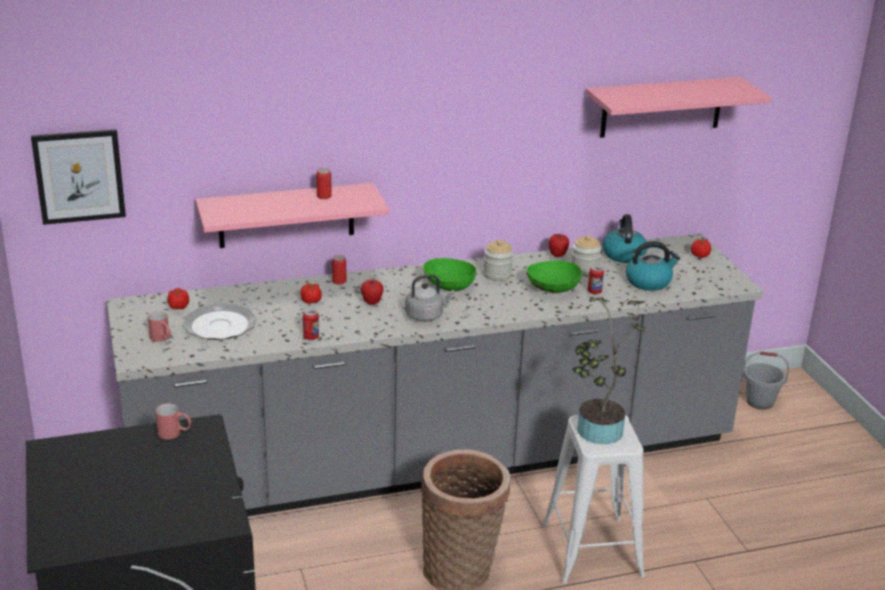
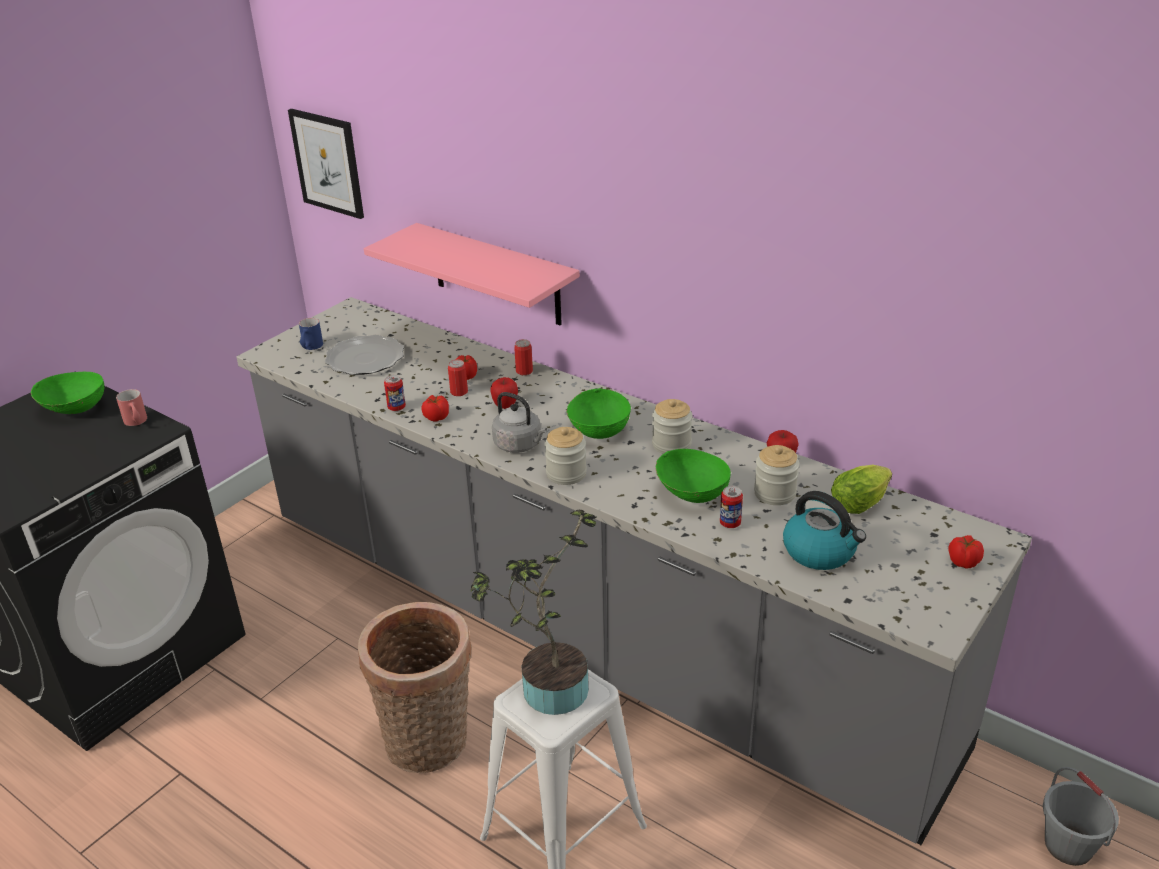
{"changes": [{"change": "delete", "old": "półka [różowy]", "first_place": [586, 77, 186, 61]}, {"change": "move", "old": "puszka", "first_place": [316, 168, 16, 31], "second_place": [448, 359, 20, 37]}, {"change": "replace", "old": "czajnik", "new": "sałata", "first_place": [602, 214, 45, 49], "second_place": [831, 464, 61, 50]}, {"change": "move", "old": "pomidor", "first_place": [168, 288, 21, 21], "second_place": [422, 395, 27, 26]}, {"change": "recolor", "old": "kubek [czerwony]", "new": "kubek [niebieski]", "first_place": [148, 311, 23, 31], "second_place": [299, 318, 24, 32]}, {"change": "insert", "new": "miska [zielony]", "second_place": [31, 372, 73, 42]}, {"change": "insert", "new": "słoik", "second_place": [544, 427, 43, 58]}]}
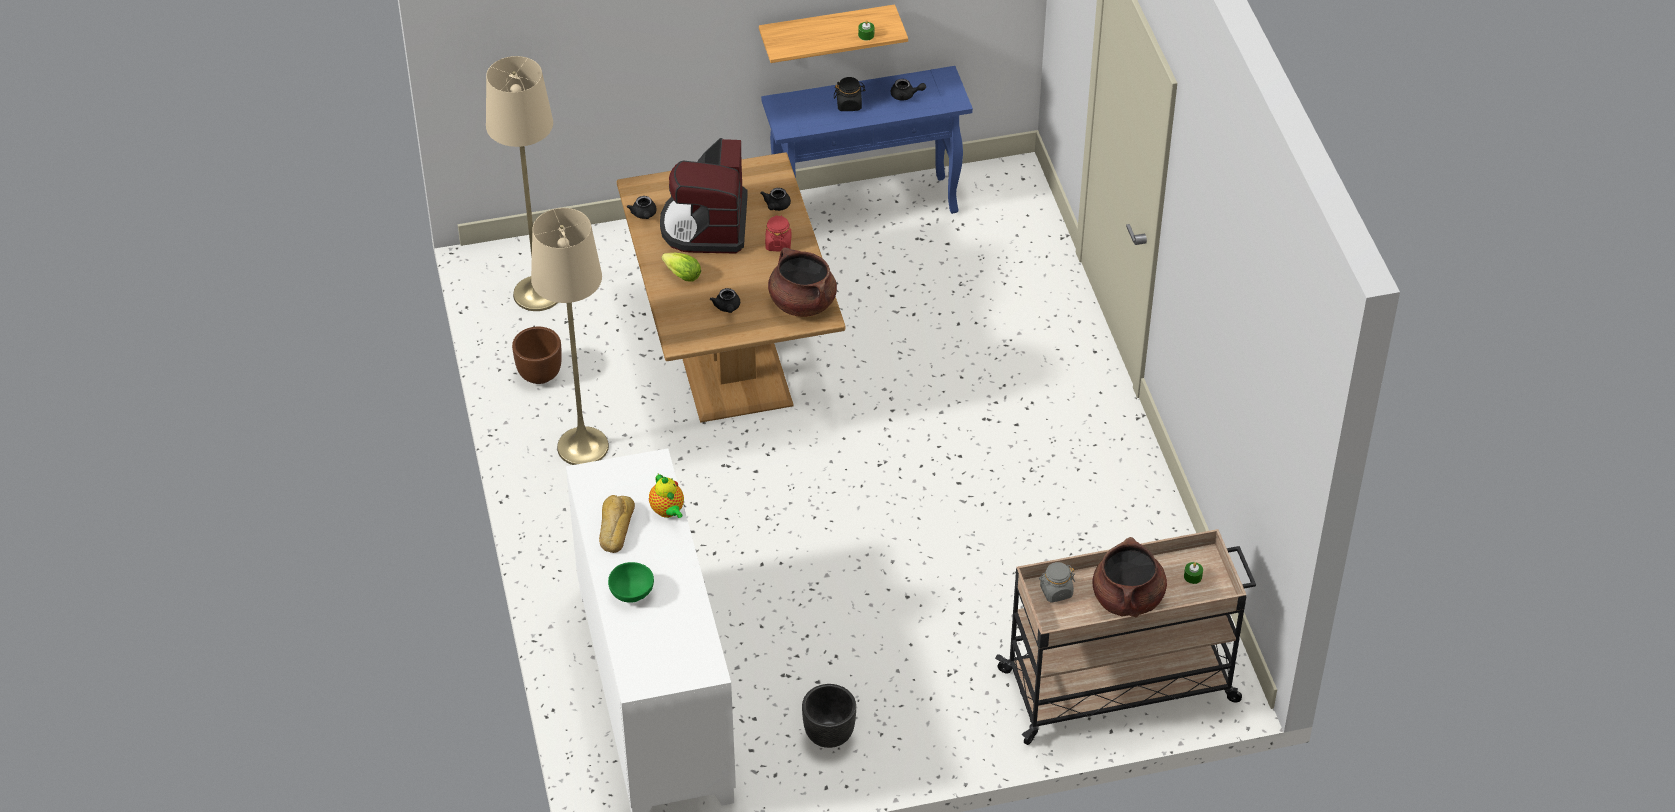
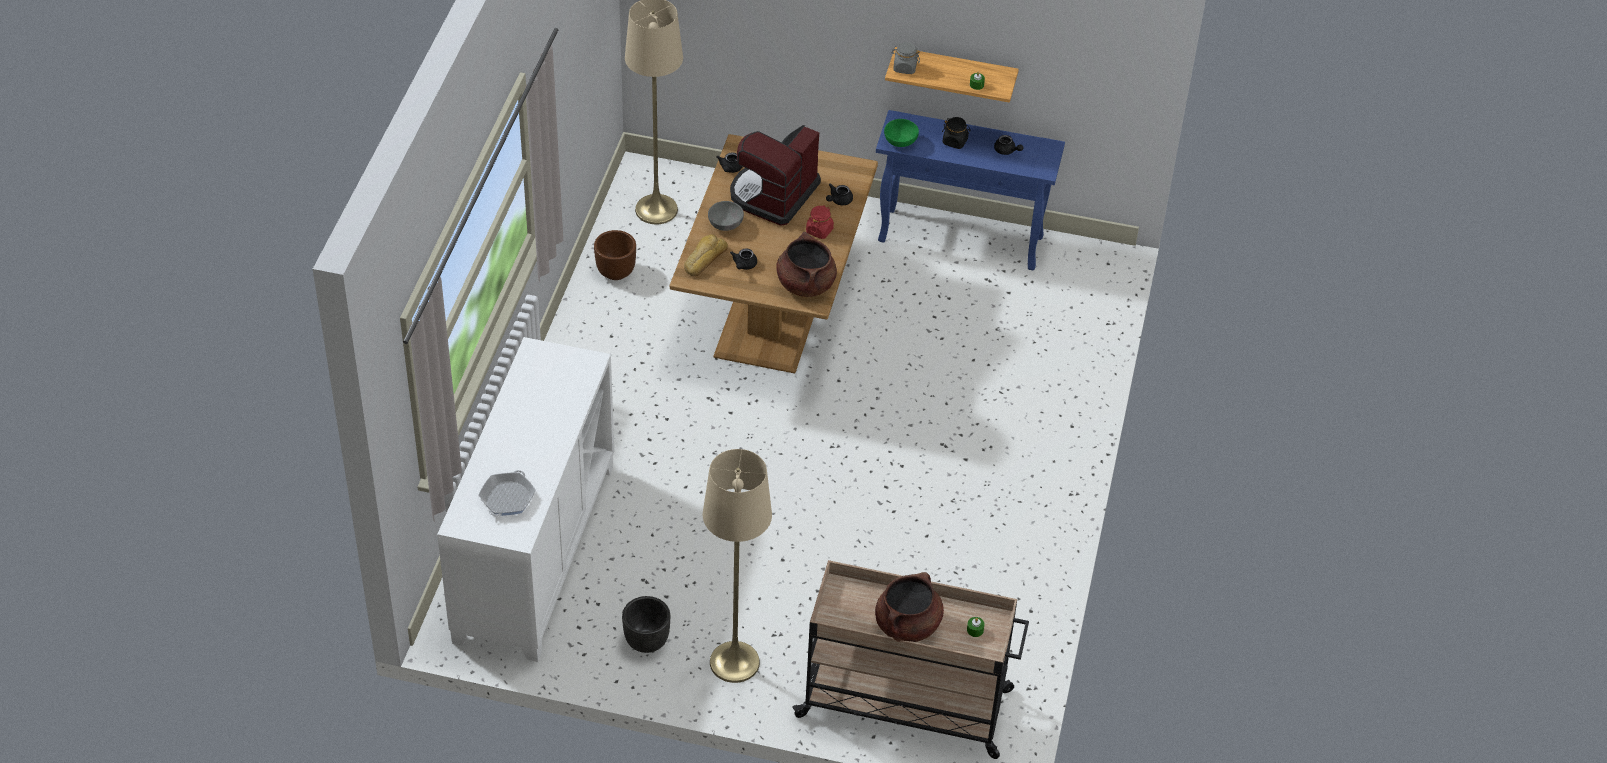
{"changes": [{"change": "move", "old": "lampa stojąca [beżowy]", "first_place": [531, 208, 78, 257], "second_place": [703, 449, 69, 234]}, {"change": "replace", "old": "sałata", "new": "miska [szary]", "first_place": [661, 253, 40, 28], "second_place": [708, 201, 36, 30]}, {"change": "delete", "old": "imbryk", "first_place": [649, 474, 35, 44]}, {"change": "move", "old": "chleb", "first_place": [599, 495, 36, 58], "second_place": [684, 234, 44, 42]}, {"change": "move", "old": "miska [zielony]", "first_place": [608, 562, 46, 41], "second_place": [884, 119, 35, 28]}, {"change": "move", "old": "słoik [szary]", "first_place": [1039, 562, 36, 41], "second_place": [892, 42, 28, 32]}, {"change": "insert", "new": "patelnia", "second_place": [478, 470, 58, 46]}]}
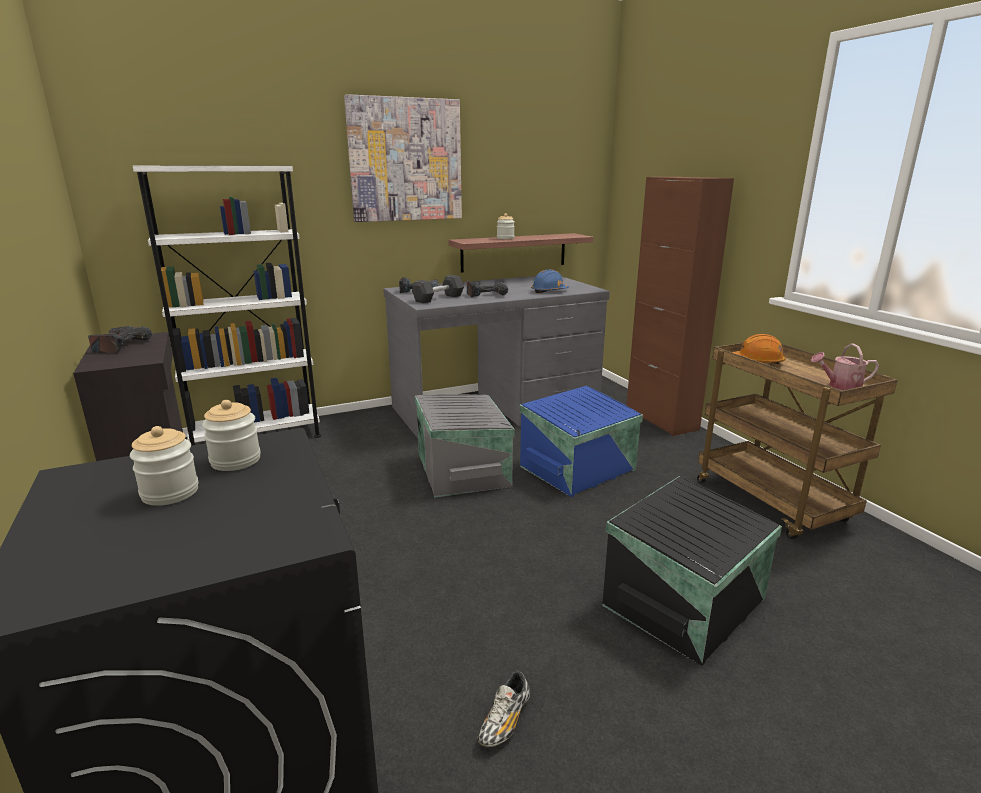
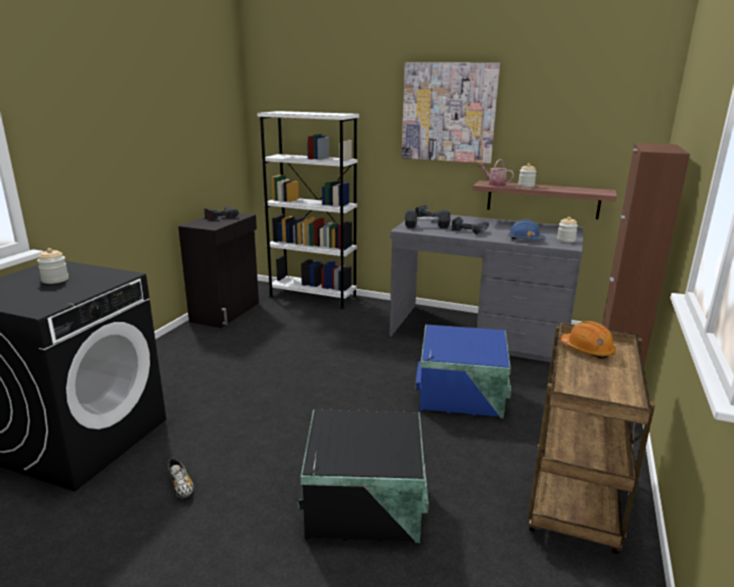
{"changes": [{"change": "move", "old": "konewka", "first_place": [811, 343, 68, 47], "second_place": [478, 159, 36, 27]}, {"change": "delete", "old": "pojemnik do przechowywania [szary]", "first_place": [415, 394, 100, 104]}, {"change": "move", "old": "słoik", "first_place": [202, 400, 59, 71], "second_place": [557, 217, 21, 26]}, {"change": "rotate", "old": "but", "first_place": [477, 671, 53, 76], "second_place": [168, 457, 26, 41], "degrees": -105}]}
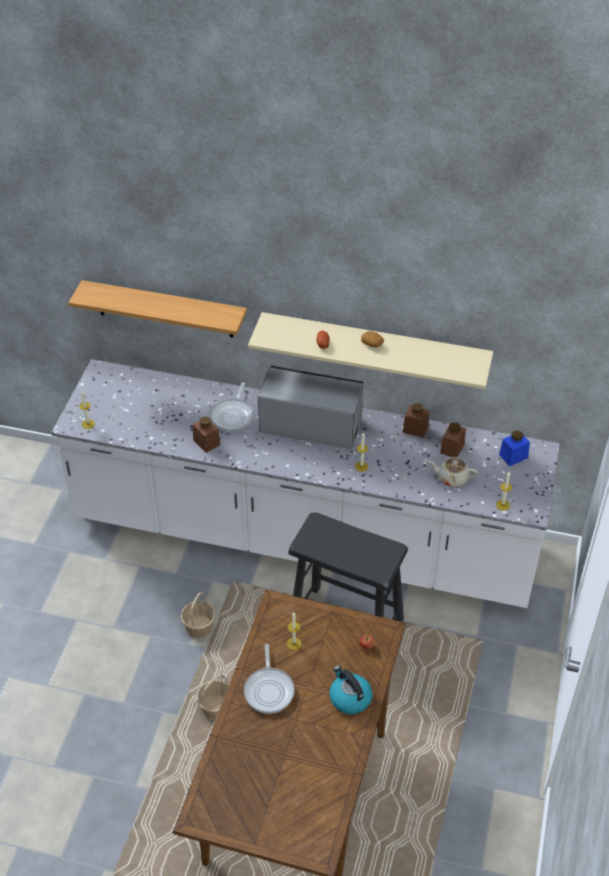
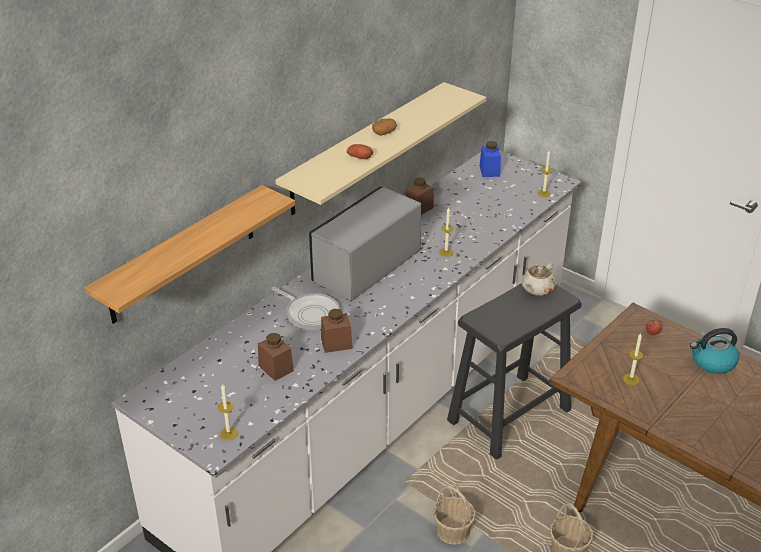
{"changes": [{"change": "move", "old": "słoik [brązowy]", "first_place": [440, 423, 26, 34], "second_place": [258, 333, 36, 48]}, {"change": "move", "old": "imbryk [beżowy]", "first_place": [428, 457, 50, 30], "second_place": [522, 263, 34, 33]}, {"change": "delete", "old": "patelnia", "first_place": [244, 644, 51, 70]}]}
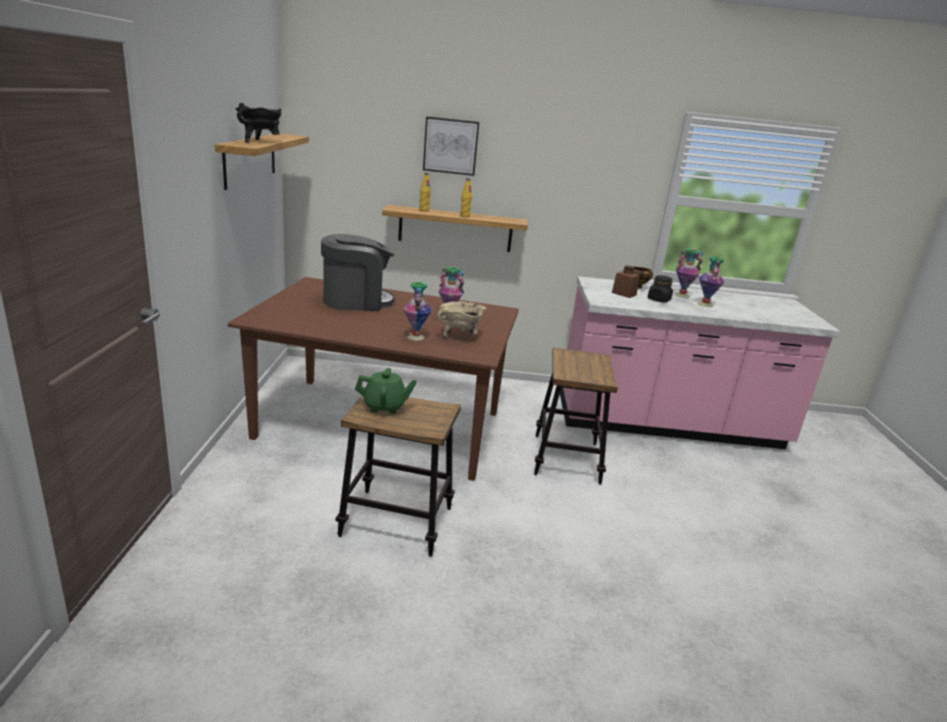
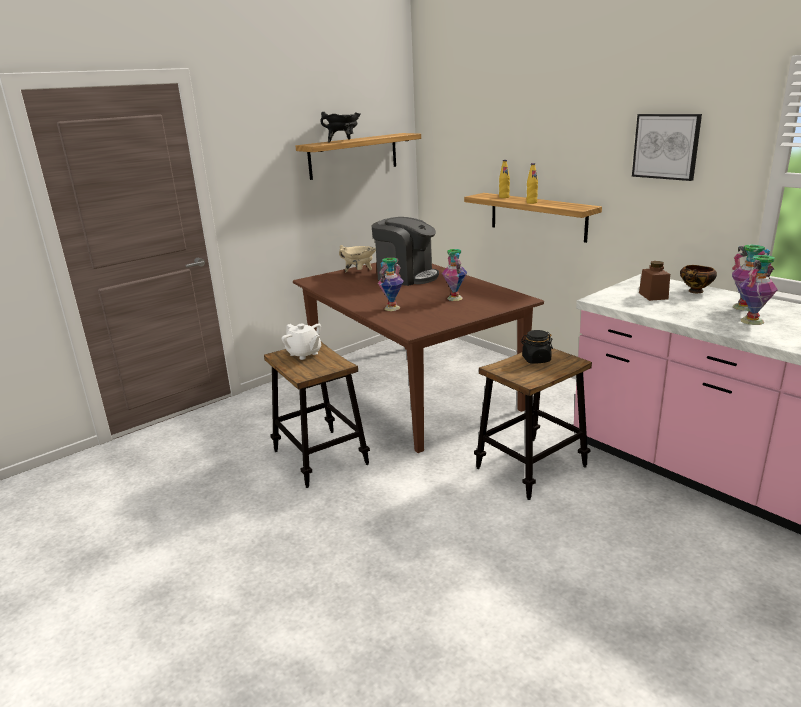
{"changes": [{"change": "move", "old": "obraz", "first_place": [423, 117, 56, 59], "second_place": [632, 114, 70, 67]}, {"change": "move", "old": "słoik [czarny]", "first_place": [648, 275, 25, 28], "second_place": [521, 330, 32, 34]}, {"change": "move", "old": "garnek [beżowy]", "first_place": [437, 301, 49, 38], "second_place": [339, 245, 37, 27]}, {"change": "recolor", "old": "imbryk [zielony]", "new": "imbryk [biały]", "first_place": [355, 368, 62, 46], "second_place": [282, 324, 39, 36]}]}
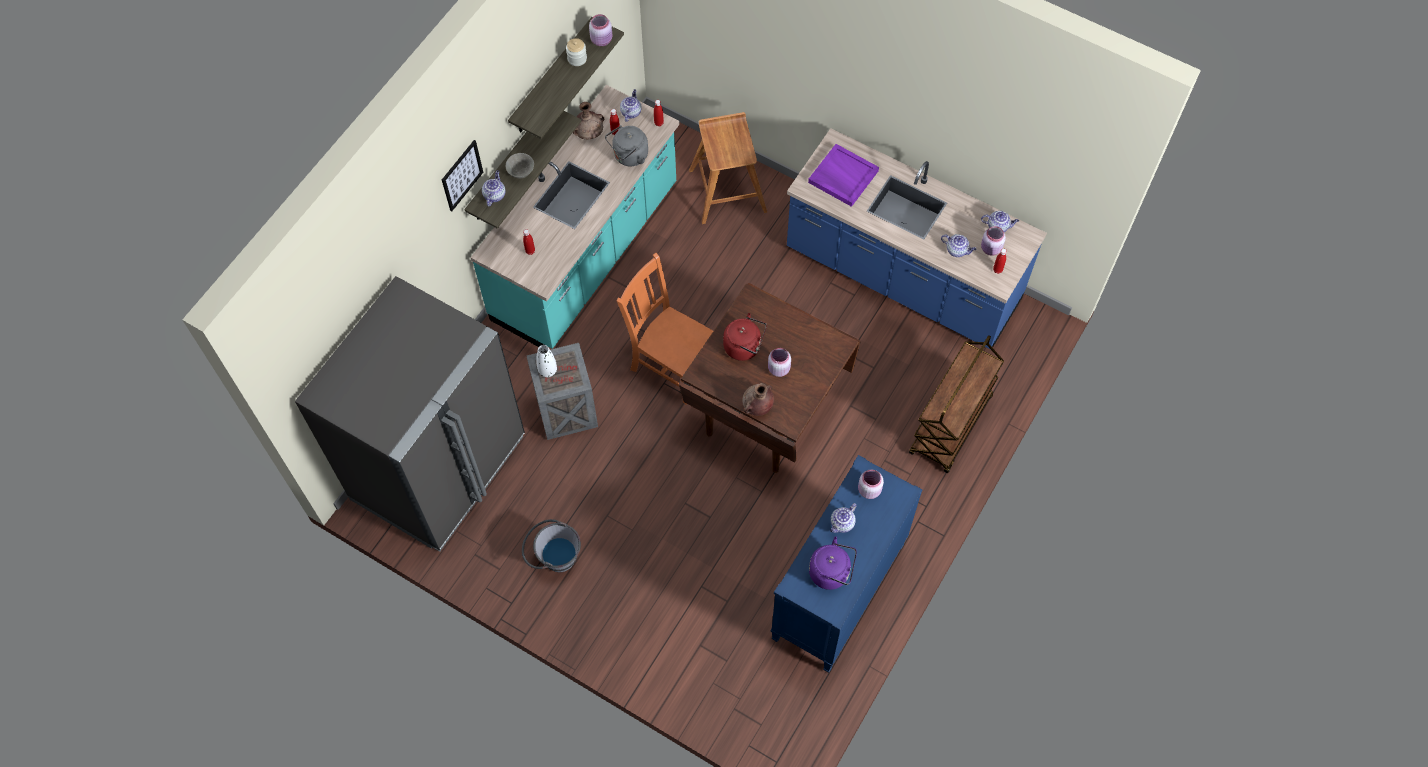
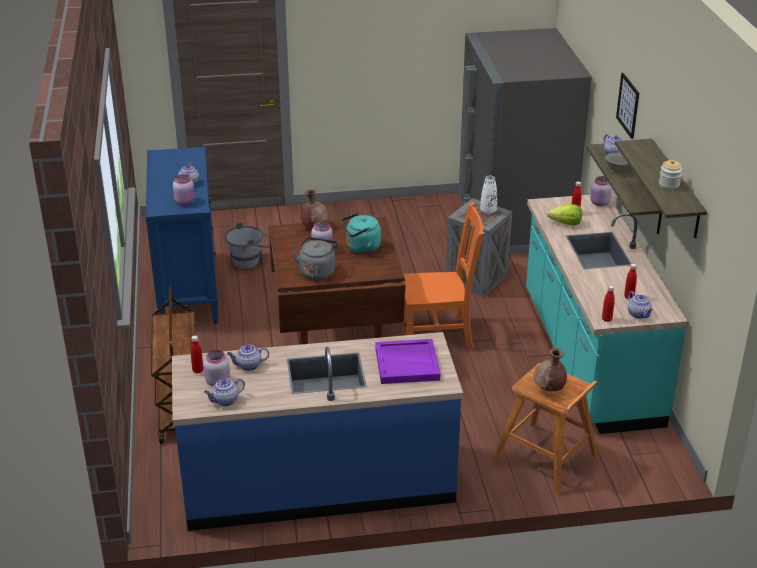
{"changes": [{"change": "move", "old": "słoik [różowy]", "first_place": [589, 14, 23, 32], "second_place": [590, 176, 22, 30]}, {"change": "move", "old": "wazon [brązowy]", "first_place": [573, 102, 31, 37], "second_place": [534, 348, 33, 43]}, {"change": "move", "old": "czajnik [szary]", "first_place": [605, 125, 43, 41], "second_place": [292, 237, 47, 43]}, {"change": "recolor", "old": "czajnik [czerwony]", "new": "czajnik [turkusowy]", "first_place": [723, 313, 44, 48], "second_place": [340, 213, 41, 41]}, {"change": "move", "old": "wiadro [szary]", "first_place": [522, 519, 59, 53], "second_place": [225, 223, 45, 46]}, {"change": "delete", "old": "czajnik [fioletowy]", "first_place": [809, 536, 48, 54]}, {"change": "insert", "new": "sałata", "second_place": [547, 204, 35, 21]}]}
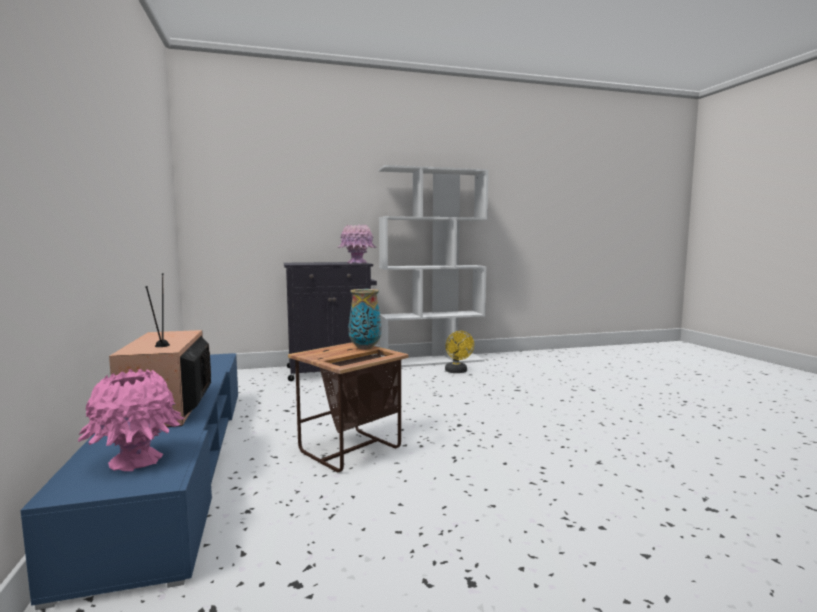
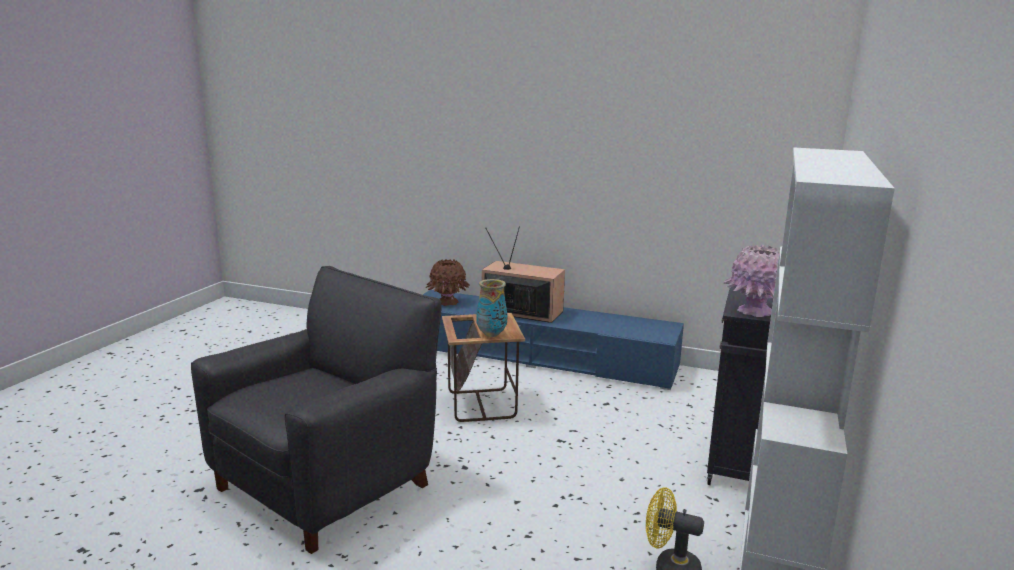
{"changes": [{"change": "recolor", "old": "wazon [różowy]", "new": "wazon [brązowy]", "first_place": [78, 369, 107, 102], "second_place": [425, 259, 45, 47]}, {"change": "insert", "new": "fotel [czarny]", "second_place": [191, 266, 250, 288]}]}
